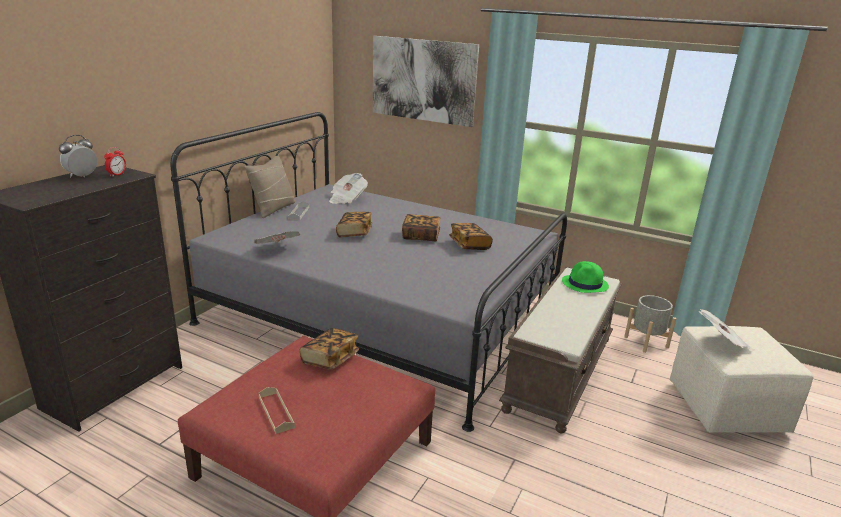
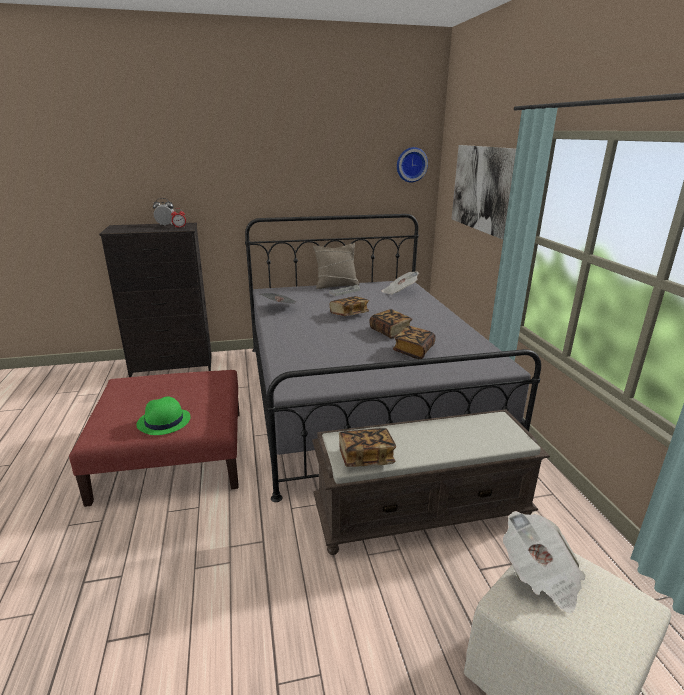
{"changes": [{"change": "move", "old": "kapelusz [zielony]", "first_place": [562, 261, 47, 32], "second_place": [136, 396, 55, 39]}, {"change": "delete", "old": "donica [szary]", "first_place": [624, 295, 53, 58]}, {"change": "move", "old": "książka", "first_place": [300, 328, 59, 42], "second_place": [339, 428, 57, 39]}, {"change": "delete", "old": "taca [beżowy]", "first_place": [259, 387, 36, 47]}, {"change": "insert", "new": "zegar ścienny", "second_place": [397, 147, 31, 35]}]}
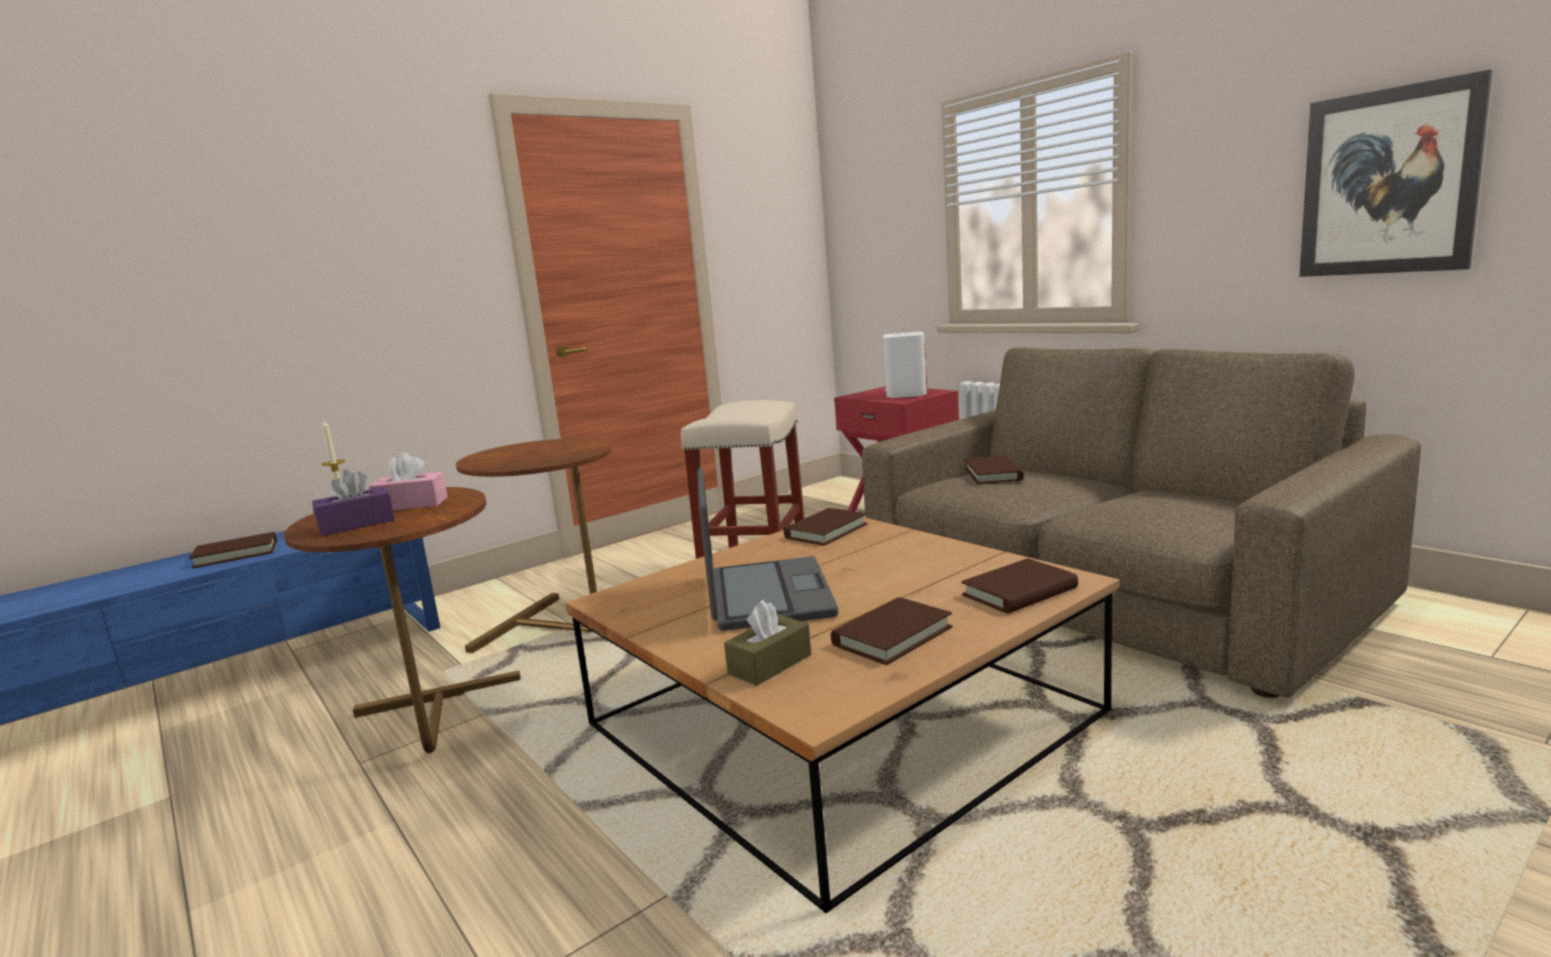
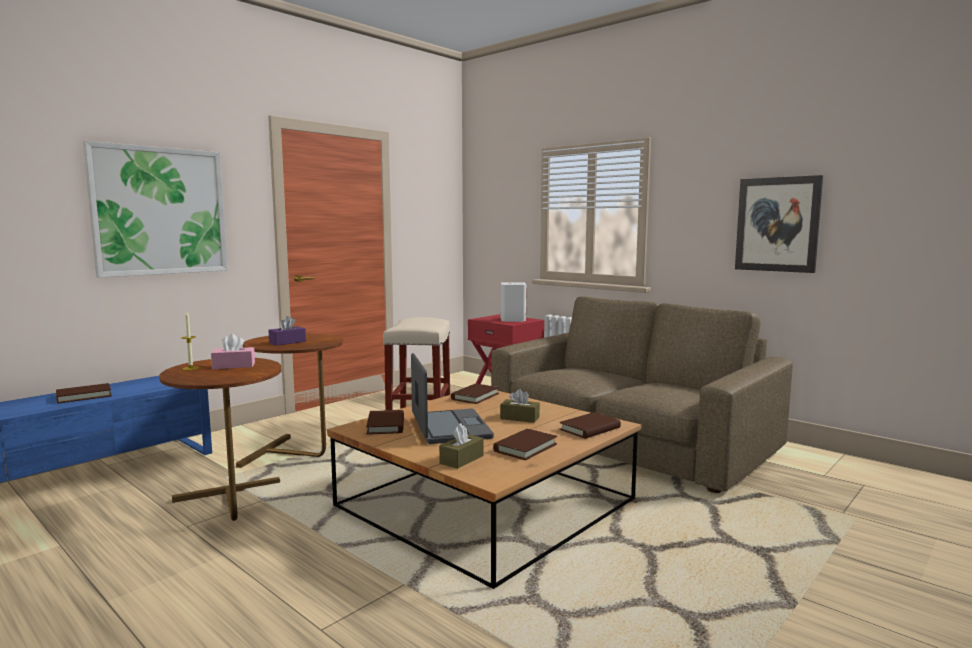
{"changes": [{"change": "move", "old": "książka [brązowy]", "first_place": [965, 456, 59, 28], "second_place": [366, 410, 38, 25]}, {"change": "move", "old": "pudełko chusteczek [fioletowy]", "first_place": [312, 470, 83, 66], "second_place": [268, 316, 38, 30]}, {"change": "insert", "new": "obraz", "second_place": [83, 141, 145, 137]}, {"change": "insert", "new": "pudełko chusteczek [brązowy]", "second_place": [500, 389, 40, 34]}]}
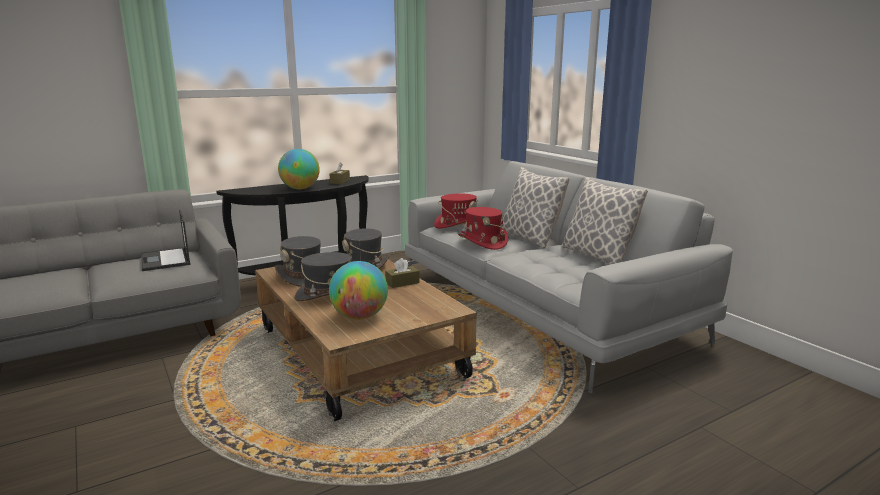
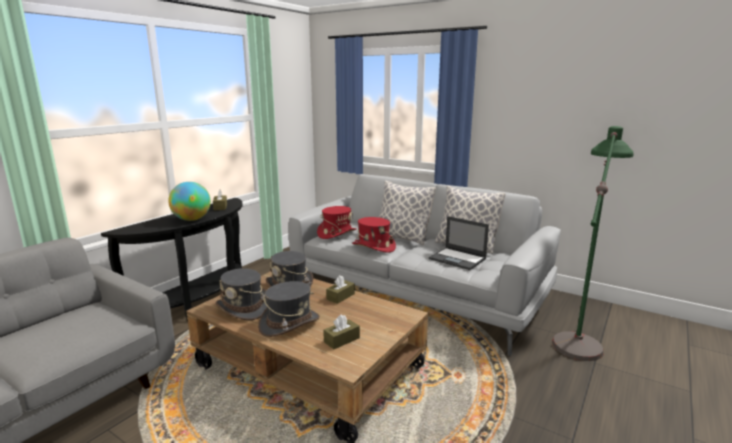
{"changes": [{"change": "move", "old": "laptop", "first_place": [141, 210, 50, 61], "second_place": [429, 216, 60, 54]}, {"change": "replace", "old": "globus", "new": "pudełko chusteczek [brązowy]", "first_place": [329, 261, 59, 59], "second_place": [323, 314, 37, 35]}, {"change": "insert", "new": "lampa stojąca [zielony]", "second_place": [552, 126, 82, 235]}]}
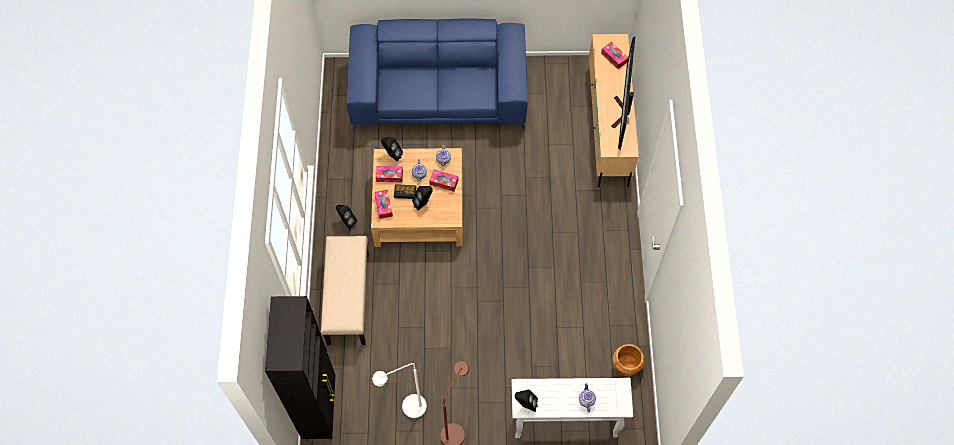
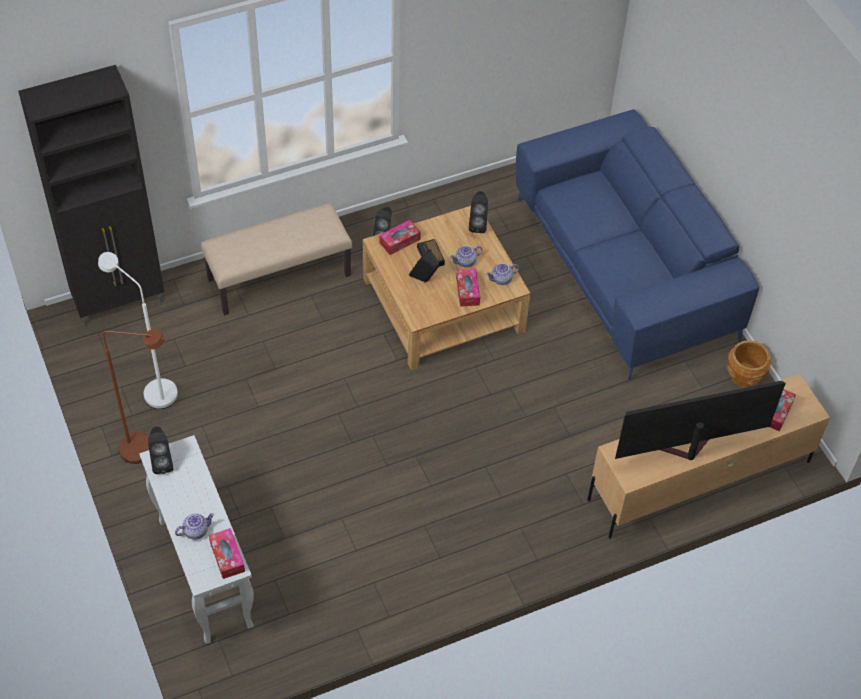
{"changes": [{"change": "move", "old": "pudełko chusteczek", "first_place": [376, 166, 27, 17], "second_place": [209, 528, 36, 51]}, {"change": "move", "old": "donica [brązowy]", "first_place": [612, 344, 33, 32], "second_place": [727, 340, 44, 47]}]}
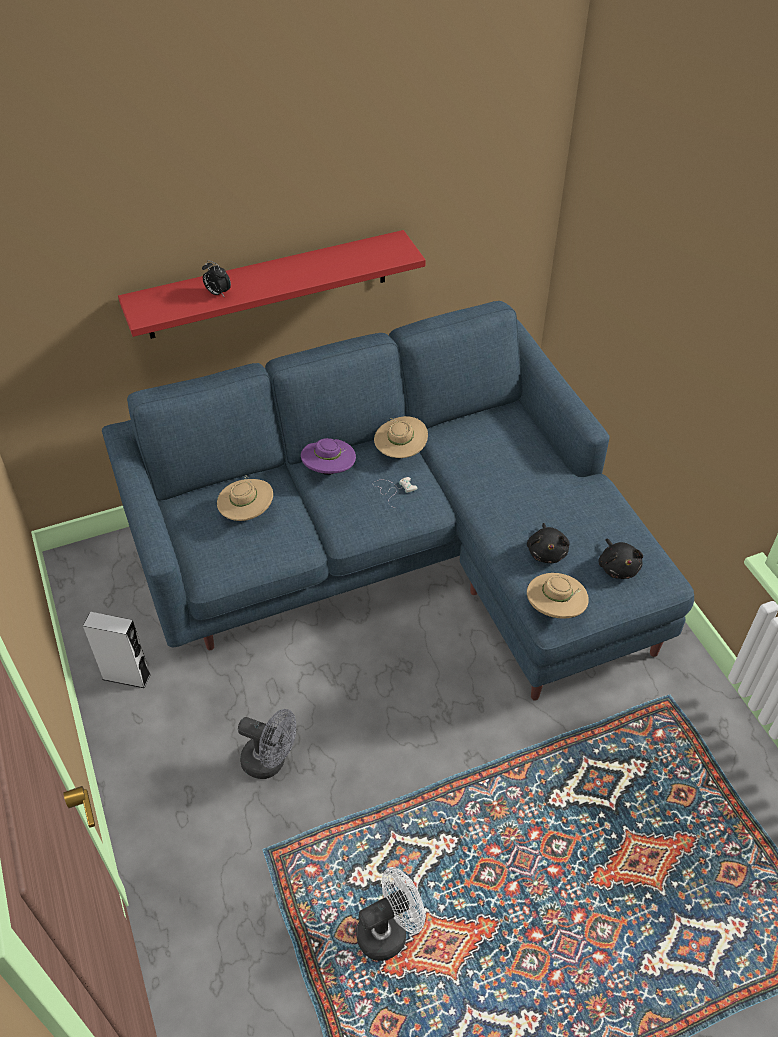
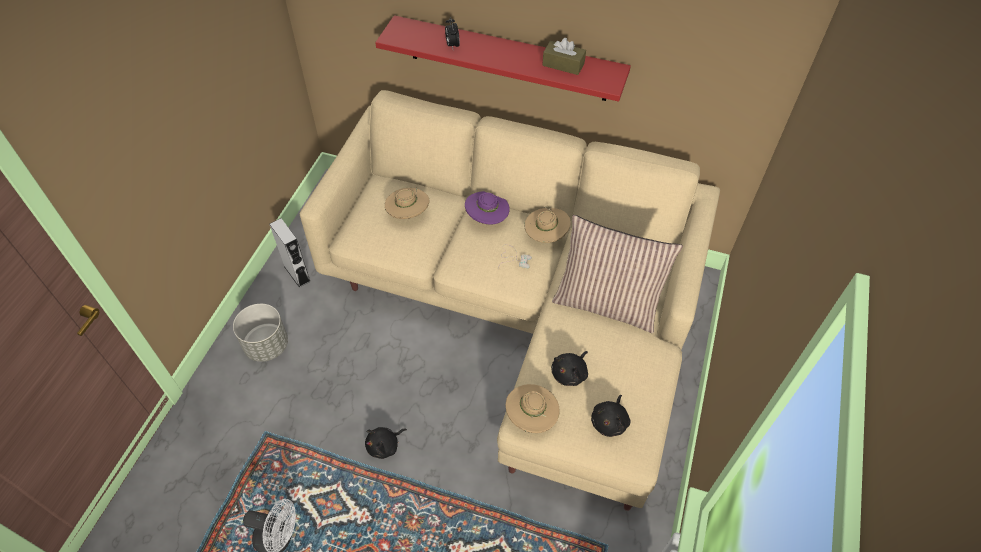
{"changes": [{"change": "recolor", "old": "kanapa [niebieski]", "new": "kanapa [beżowy]", "first_place": [102, 301, 592, 399], "second_place": [300, 90, 420, 421]}, {"change": "delete", "old": "wentylator [szary]", "first_place": [238, 709, 58, 70]}, {"change": "insert", "new": "pudełko chusteczek [brązowy]", "second_place": [542, 38, 44, 37]}, {"change": "insert", "new": "poduszka", "second_place": [552, 215, 131, 118]}, {"change": "insert", "new": "donica [szary]", "second_place": [233, 304, 55, 58]}, {"change": "insert", "new": "pluszak [czarny]", "second_place": [365, 427, 42, 32]}]}
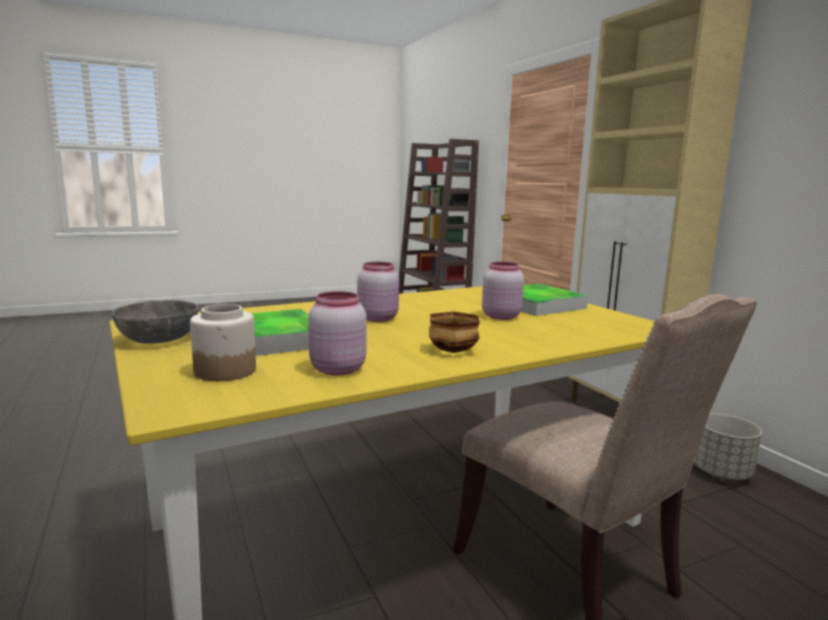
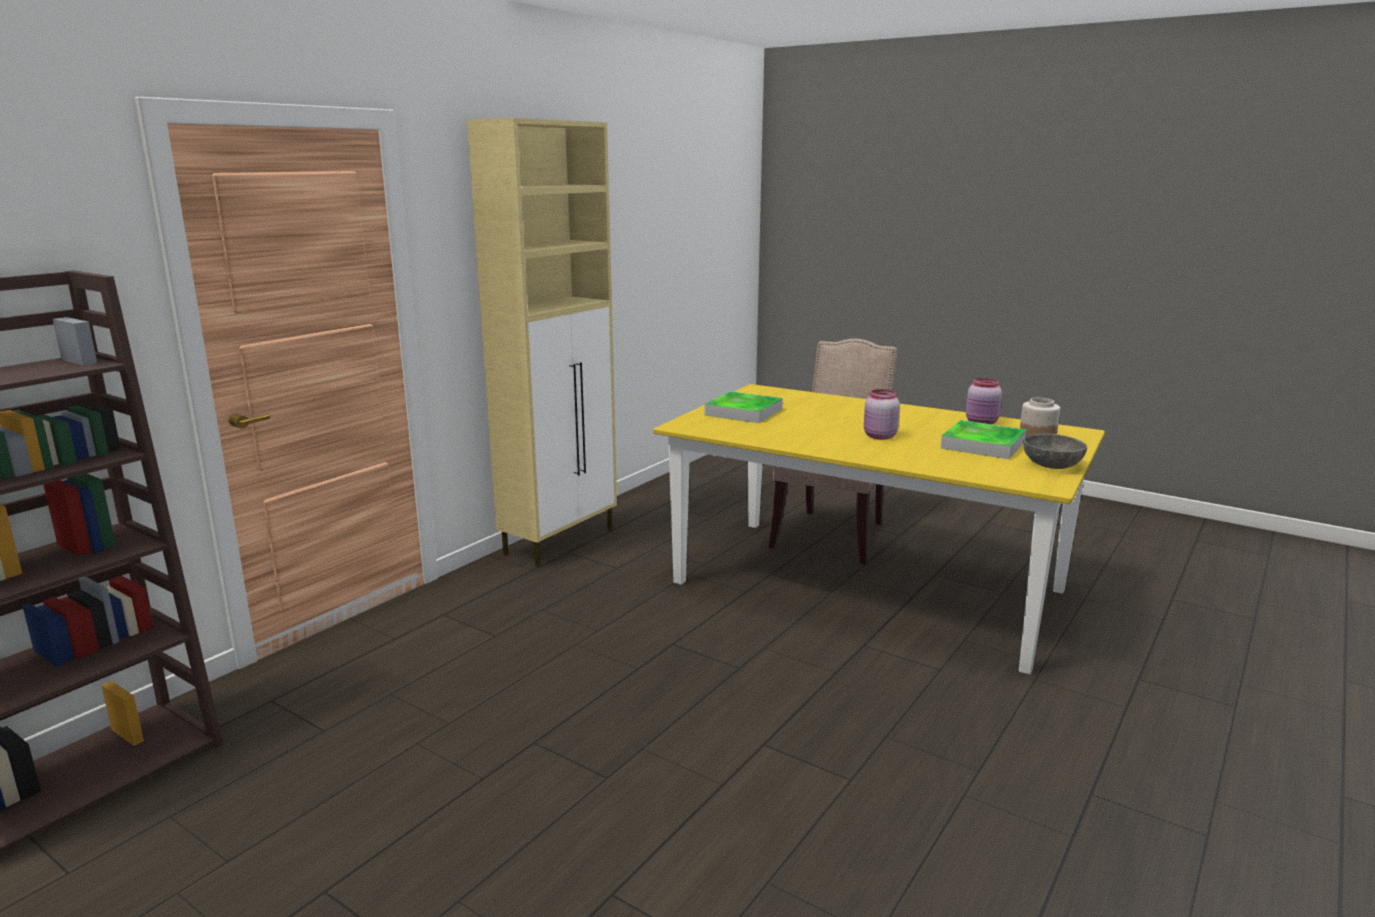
{"changes": [{"change": "delete", "old": "słoik [różowy]", "first_place": [482, 262, 42, 58]}, {"change": "delete", "old": "miska", "first_place": [429, 312, 51, 41]}, {"change": "delete", "old": "donica [szary]", "first_place": [694, 414, 68, 66]}]}
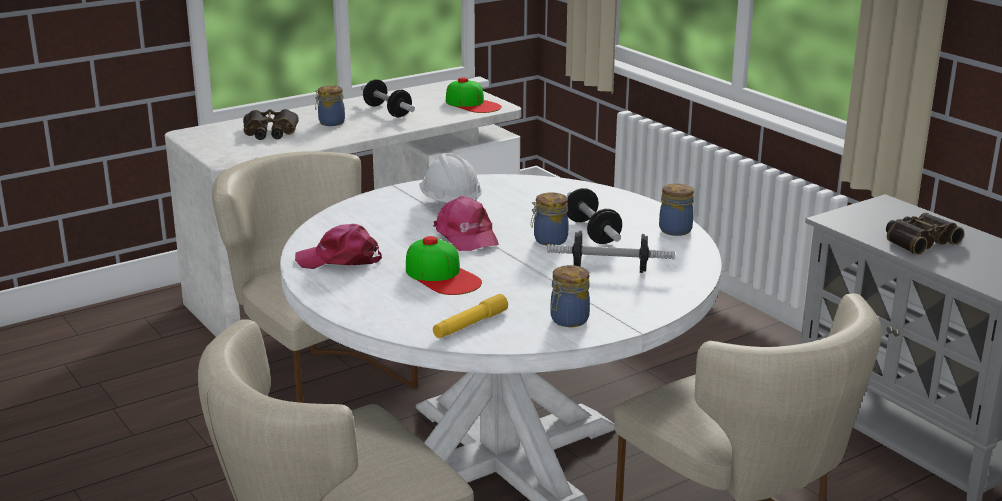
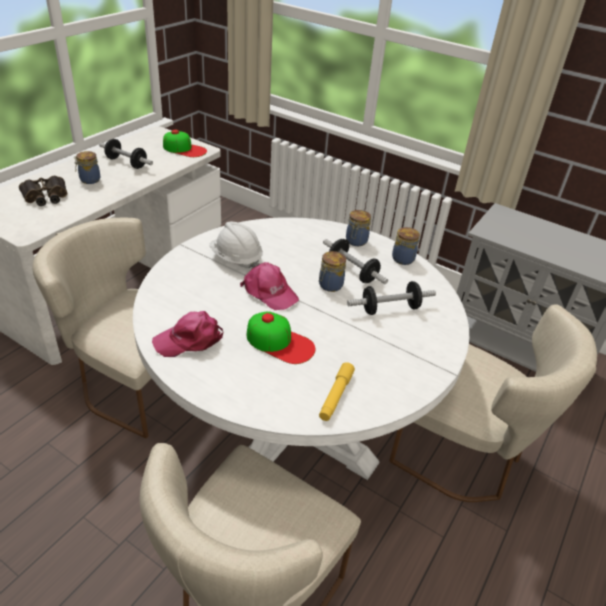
{"changes": [{"change": "delete", "old": "lornetka", "first_place": [886, 212, 78, 43]}, {"change": "move", "old": "słoik", "first_place": [551, 265, 39, 62], "second_place": [346, 210, 25, 36]}]}
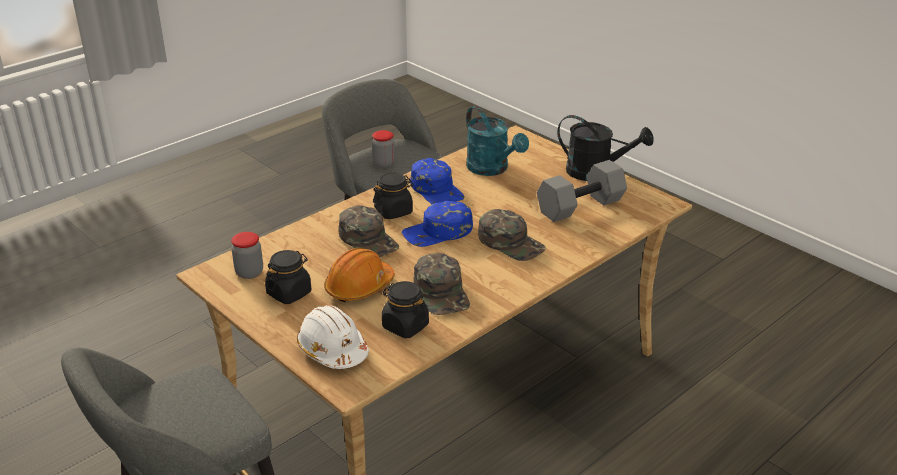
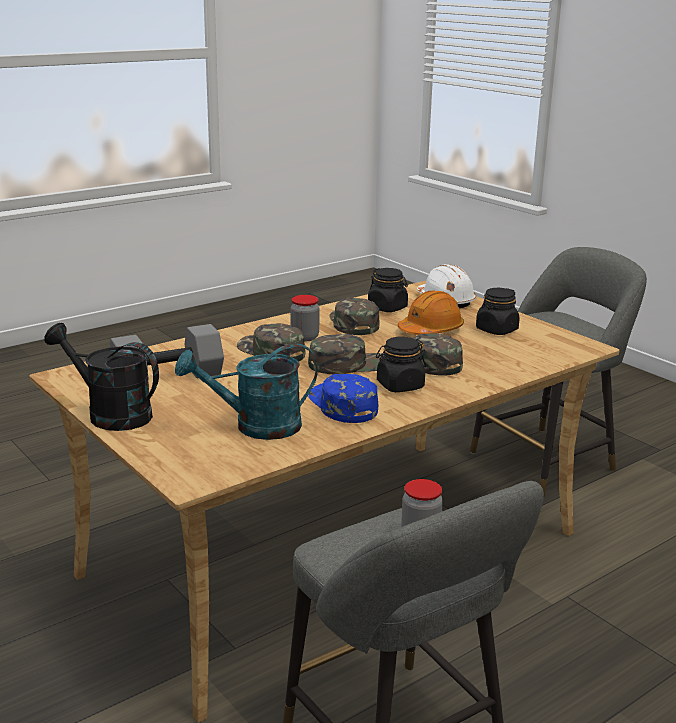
{"changes": [{"change": "rotate", "old": "konewka [turkusowy]", "first_place": [466, 106, 63, 70], "second_place": [175, 344, 143, 96], "degrees": -75}, {"change": "recolor", "old": "czapka z daszkiem [niebieski]", "new": "czapka z daszkiem [zielony]", "first_place": [402, 200, 71, 47], "second_place": [308, 334, 76, 40]}, {"change": "move", "old": "słoik", "first_place": [231, 232, 32, 47], "second_place": [291, 295, 29, 46]}]}
